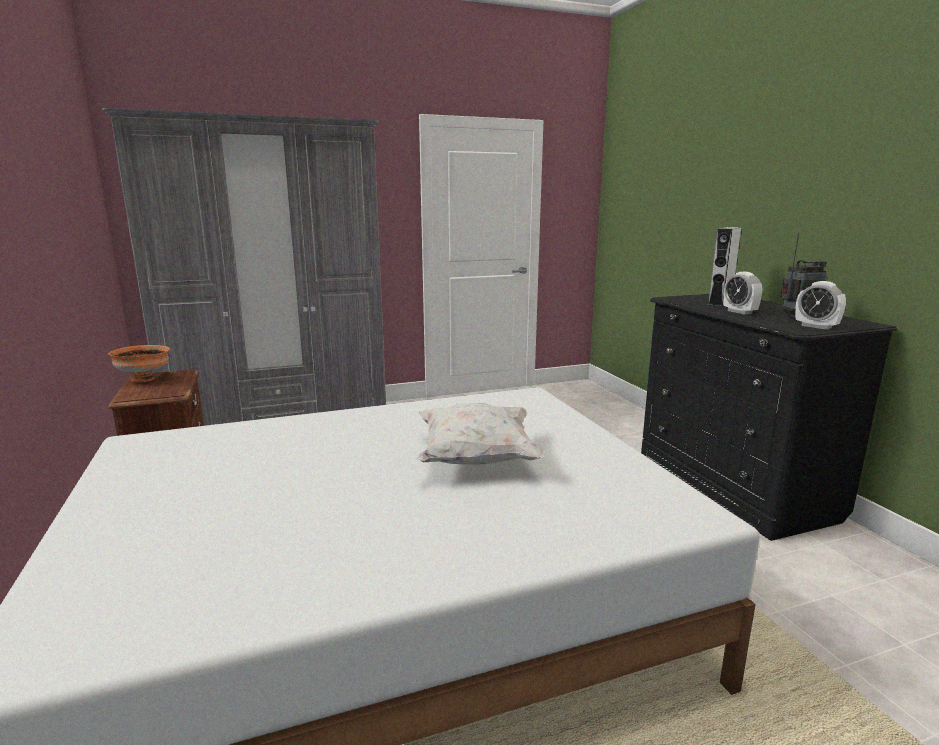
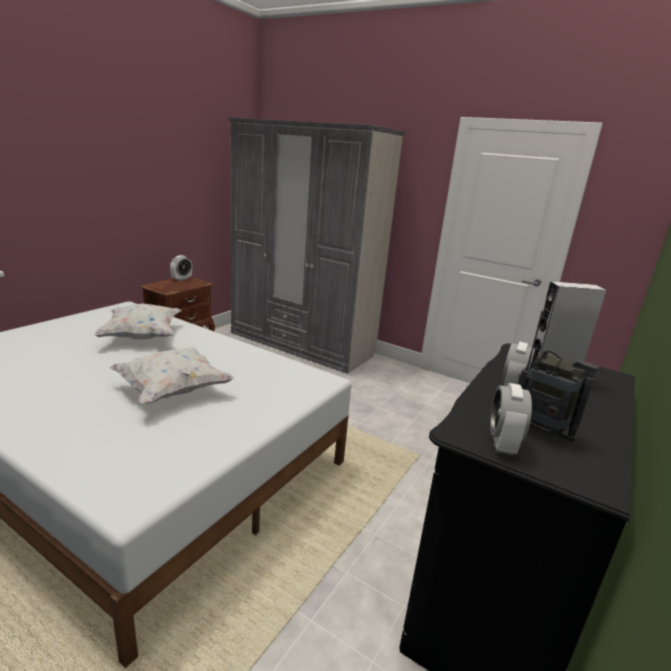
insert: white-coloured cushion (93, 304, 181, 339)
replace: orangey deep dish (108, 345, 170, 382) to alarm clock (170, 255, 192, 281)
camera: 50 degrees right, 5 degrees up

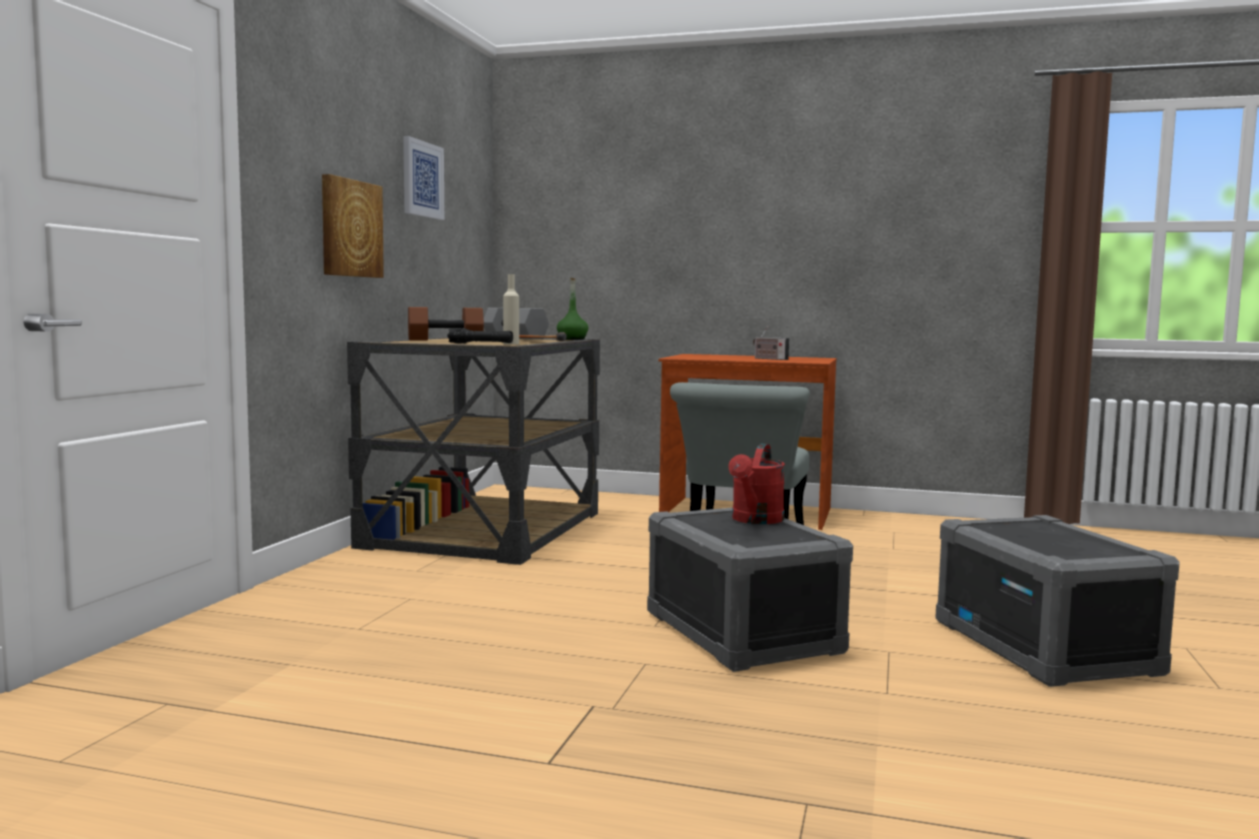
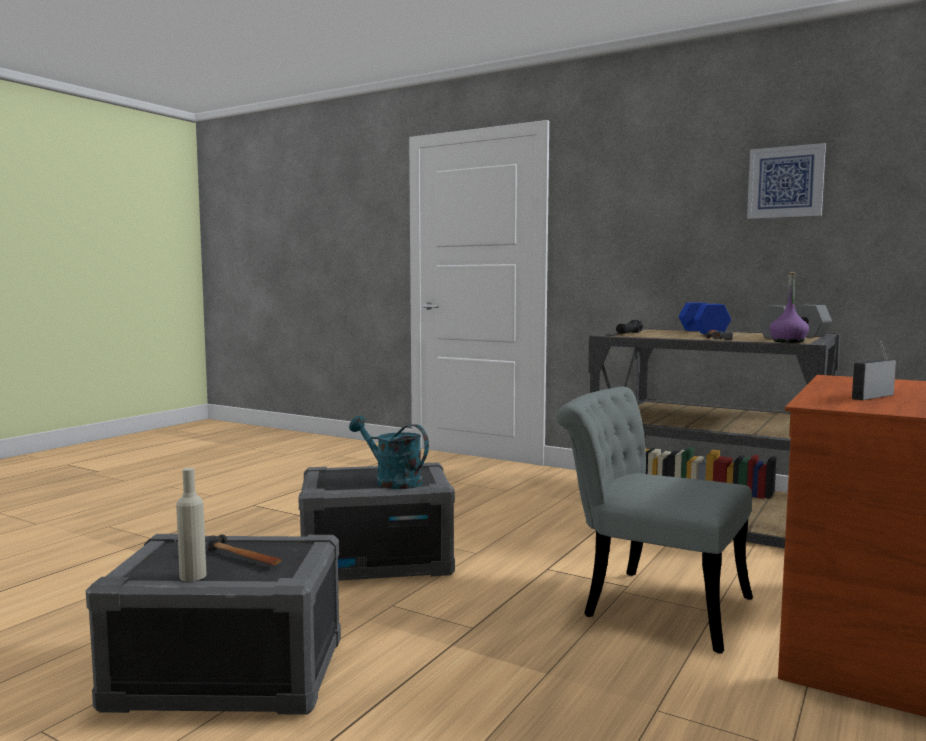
delete: wall picture (322, 174, 384, 278)
insert: hand hammer (205, 535, 282, 565)
move: beige-coloured drink bottle (503, 274, 519, 345) to (176, 468, 206, 581)
recolor: red watering can (728, 443, 785, 524) to turquoise watering can (349, 416, 429, 489); brown-coloured free weight (408, 307, 484, 341) to blue free weight (679, 303, 731, 334); green drink bottle (557, 278, 588, 340) to purplish drink bottle (769, 272, 809, 343)
camera: 105 degrees right, 0 degrees up

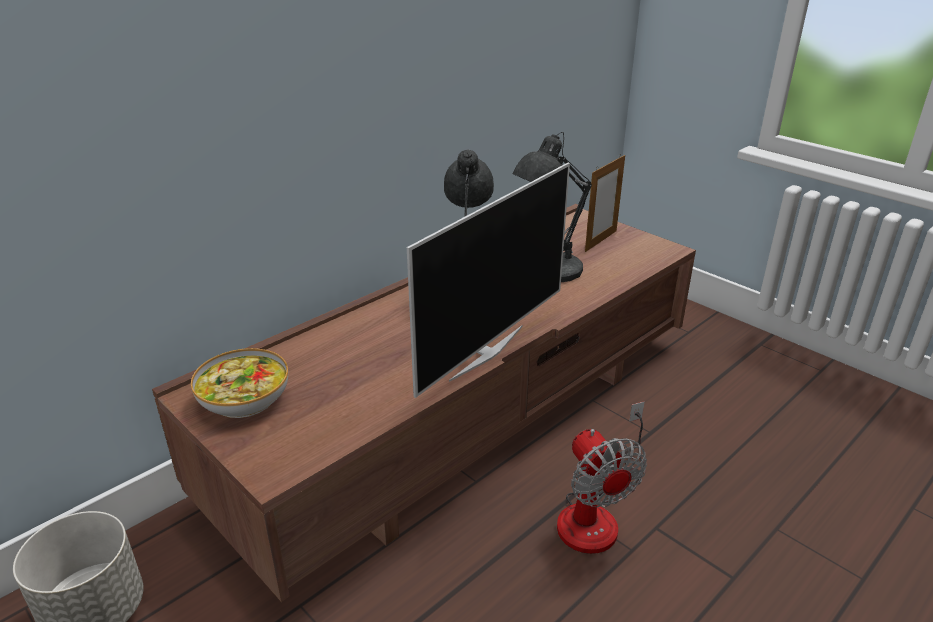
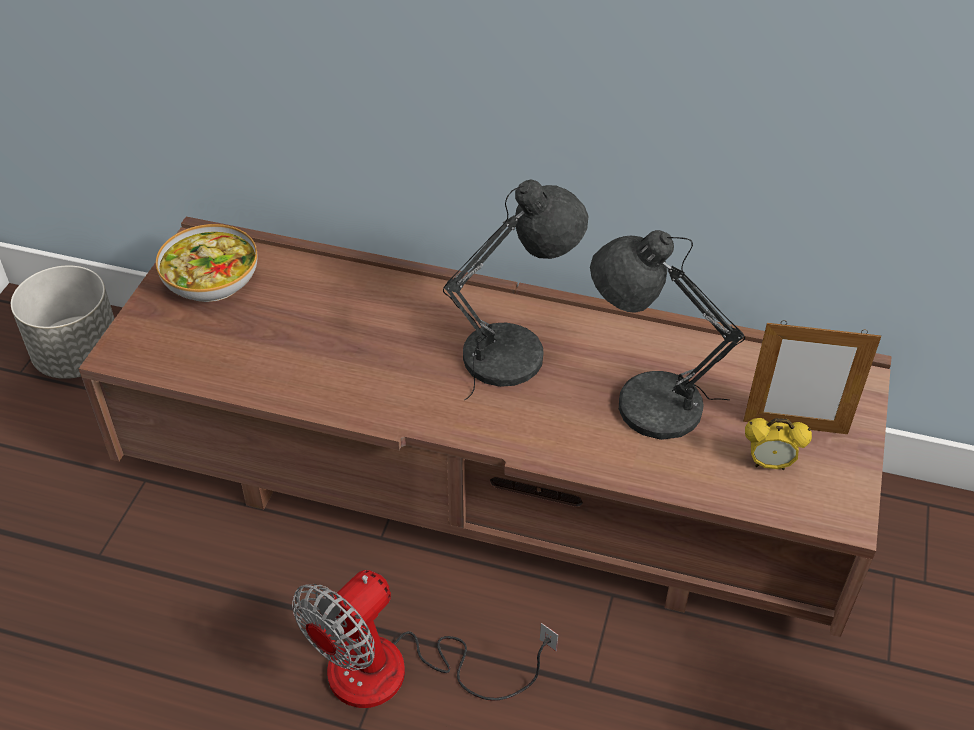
delete: television (407, 163, 570, 398)
insert: alarm clock (745, 418, 812, 470)
camera: 60 degrees right, 15 degrees up

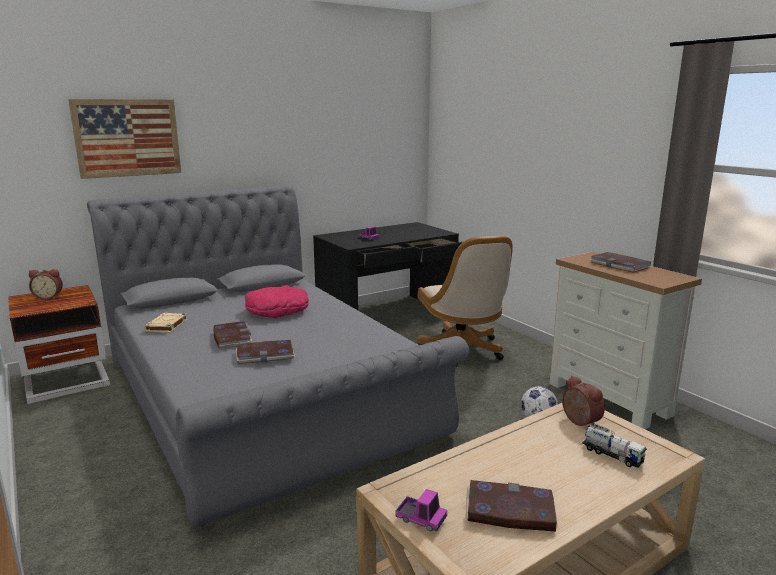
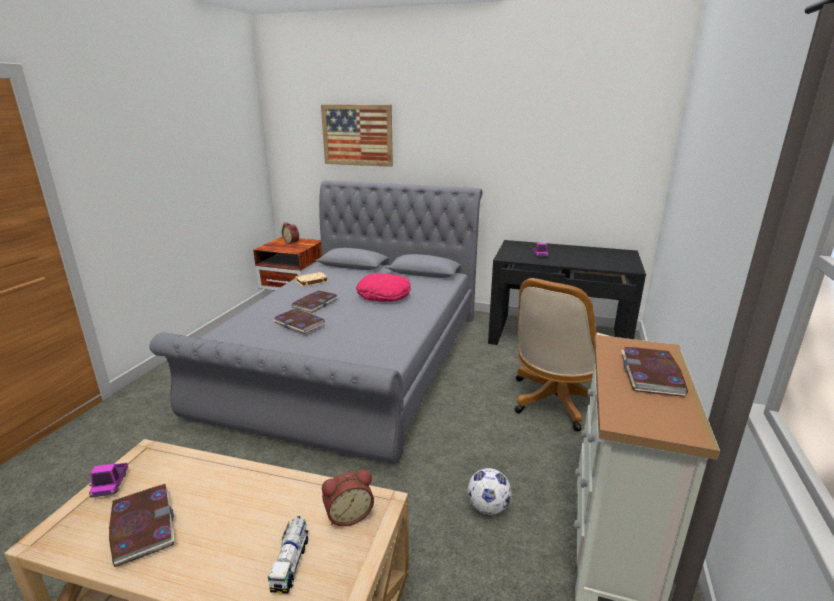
rotate: alarm clock (562, 376, 605, 427) = (322, 470, 374, 526) 45 degrees clockwise
camera: 50 degrees right, 5 degrees up

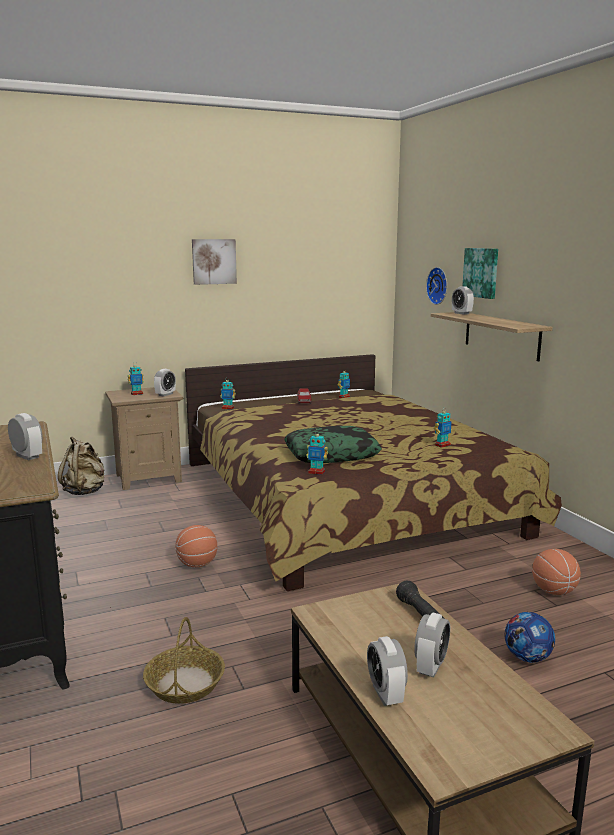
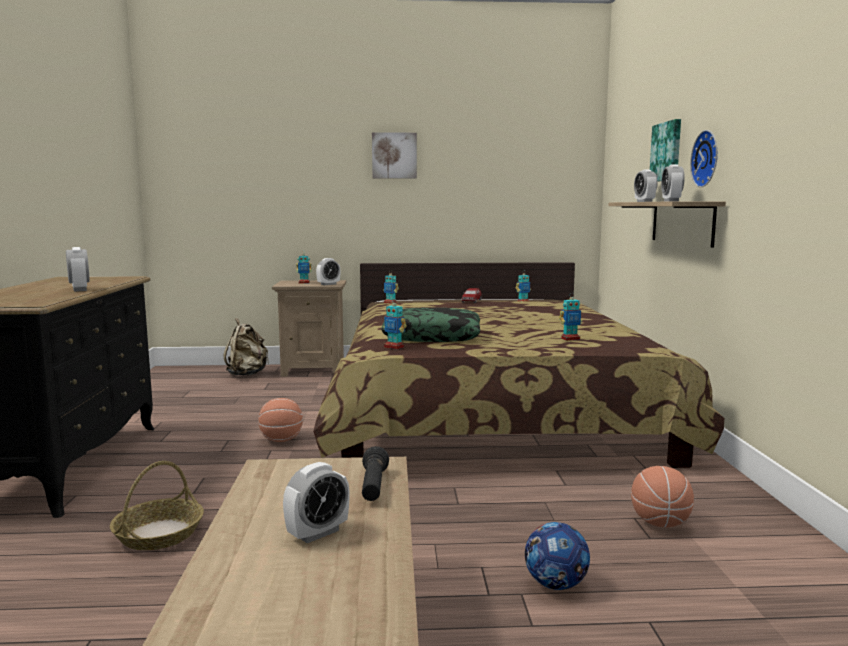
move: alarm clock (367, 636, 408, 706) to (661, 164, 685, 202); hanging clock (426, 267, 447, 305) to (690, 130, 718, 187)
camera: 20 degrees right, 5 degrees down

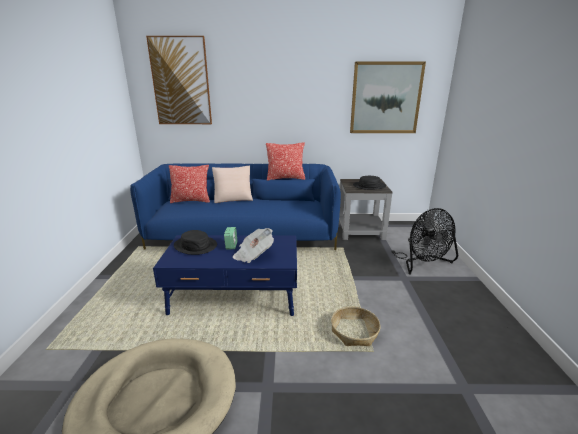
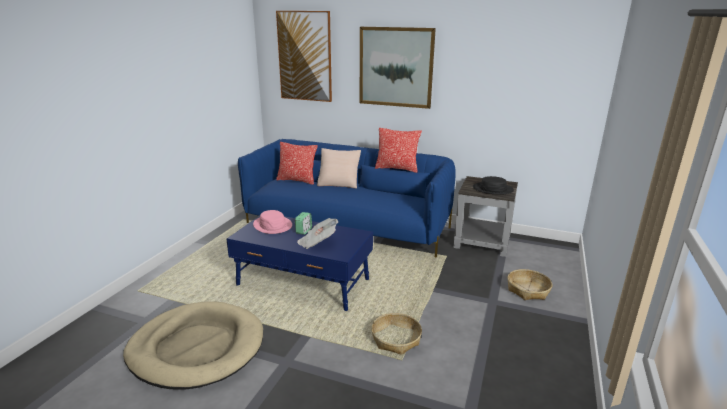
move: wall picture (350, 62, 426, 133) to (360, 27, 436, 109)
replace: blackish cooling fan (392, 208, 458, 274) to household basket (507, 269, 552, 300)
recolor: blackish wearable hat (174, 230, 217, 255) to pink-coloured wearable hat (253, 210, 292, 234)
camera: 20 degrees right, 0 degrees up

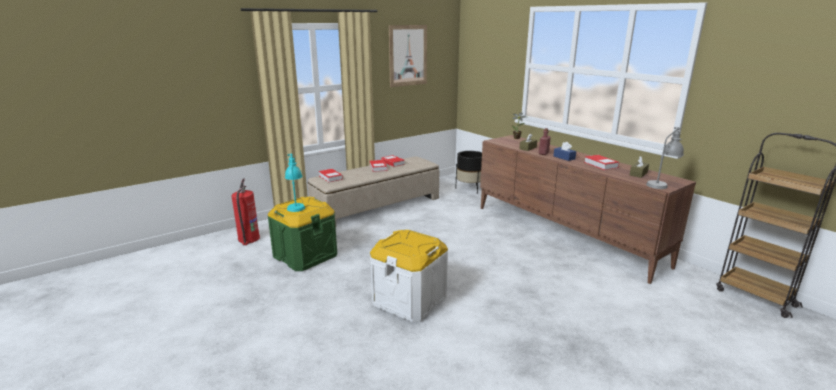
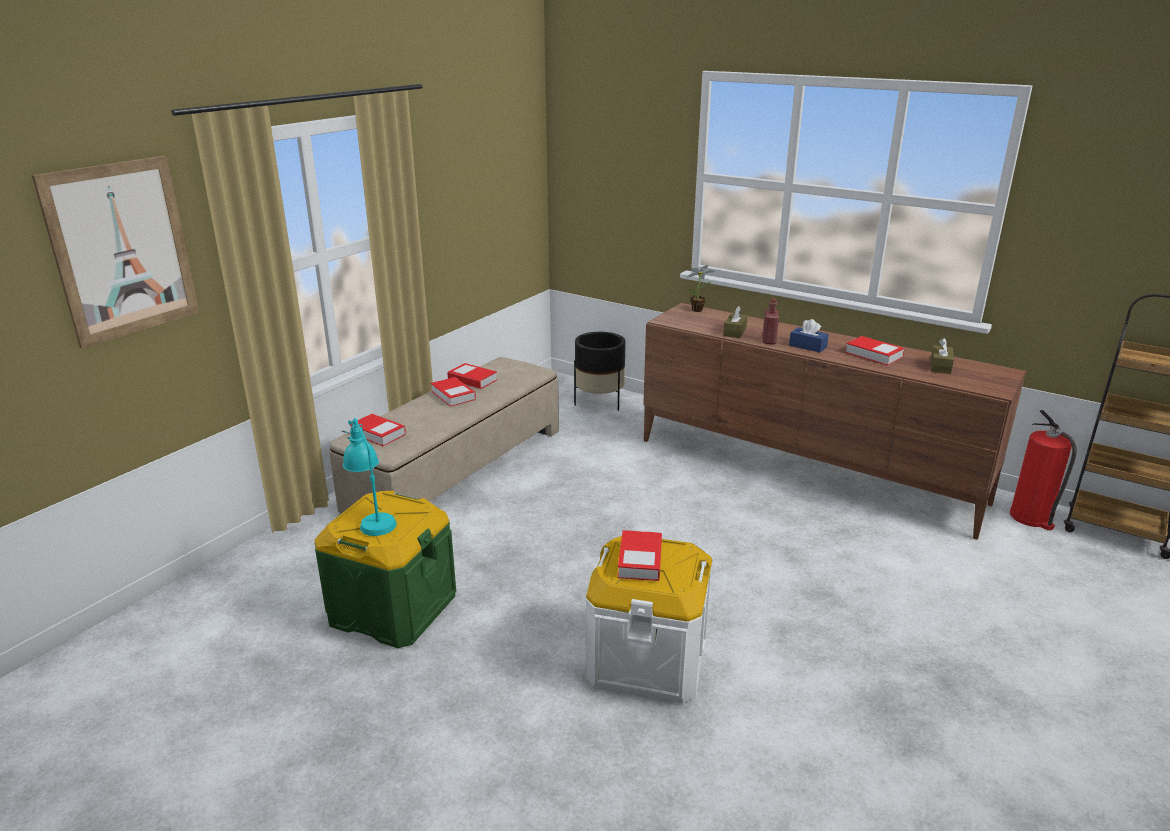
delete: greyish table lamp (646, 127, 684, 189)
insert: book (618, 530, 662, 581)
move: wall picture (389, 25, 427, 87) to (32, 156, 199, 348); extinguisher (231, 178, 260, 245) to (1010, 410, 1077, 530)
camera: 20 degrees left, 5 degrees up

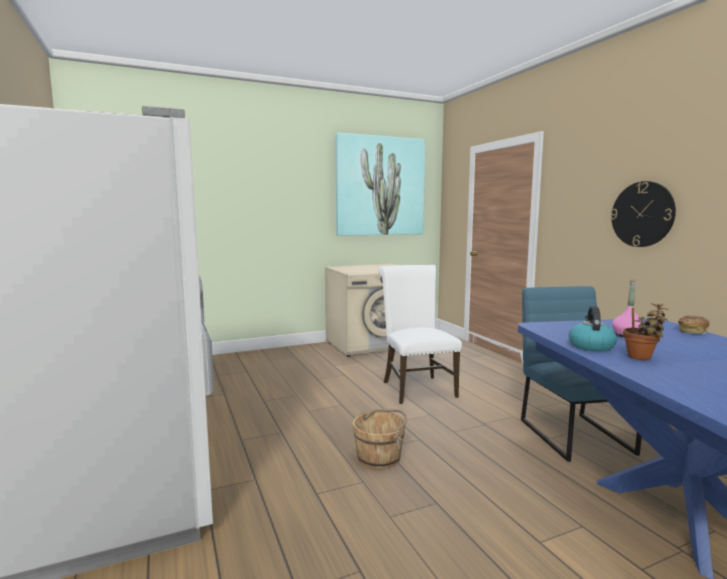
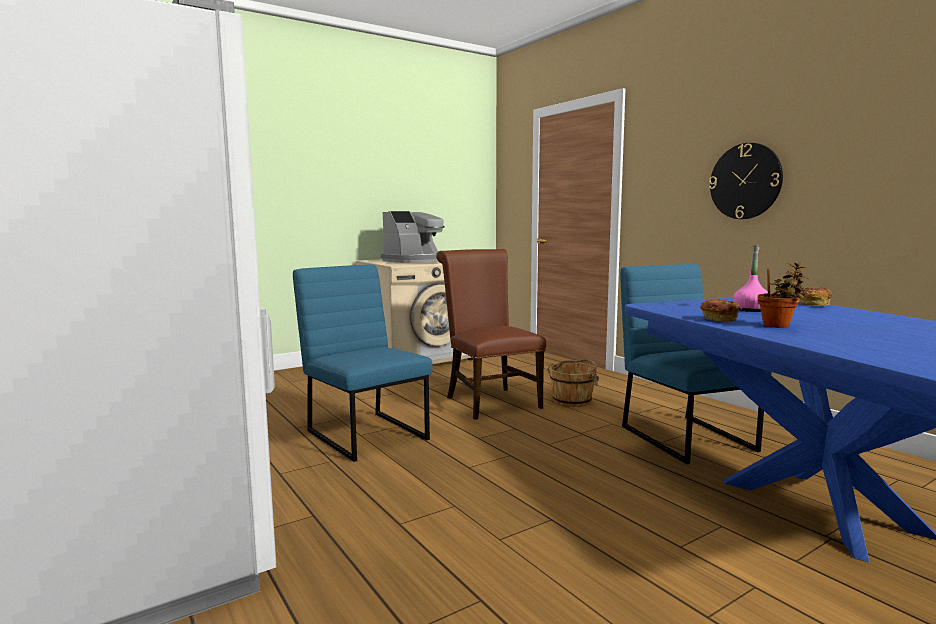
delete: wall picture (335, 133, 426, 236)
insert: blue upright chair (293, 264, 433, 462); coffee machine (381, 211, 445, 263)
move: brown-coloured pail (353, 409, 407, 469) to (547, 359, 600, 407)
replace: kettle (569, 306, 617, 352) to bakery bread (700, 300, 739, 322)
recolor: white-coloured upright chair (378, 265, 462, 404) to brown-coloured upright chair (436, 249, 546, 420)
camera: 10 degrees left, 0 degrees up

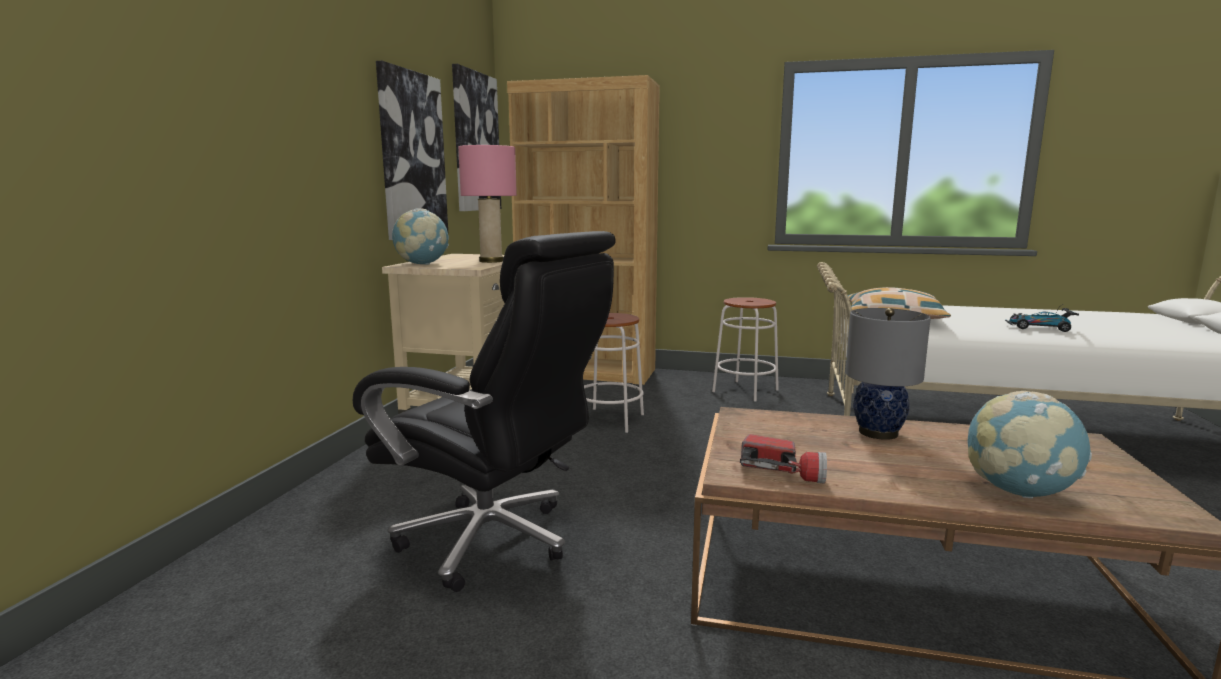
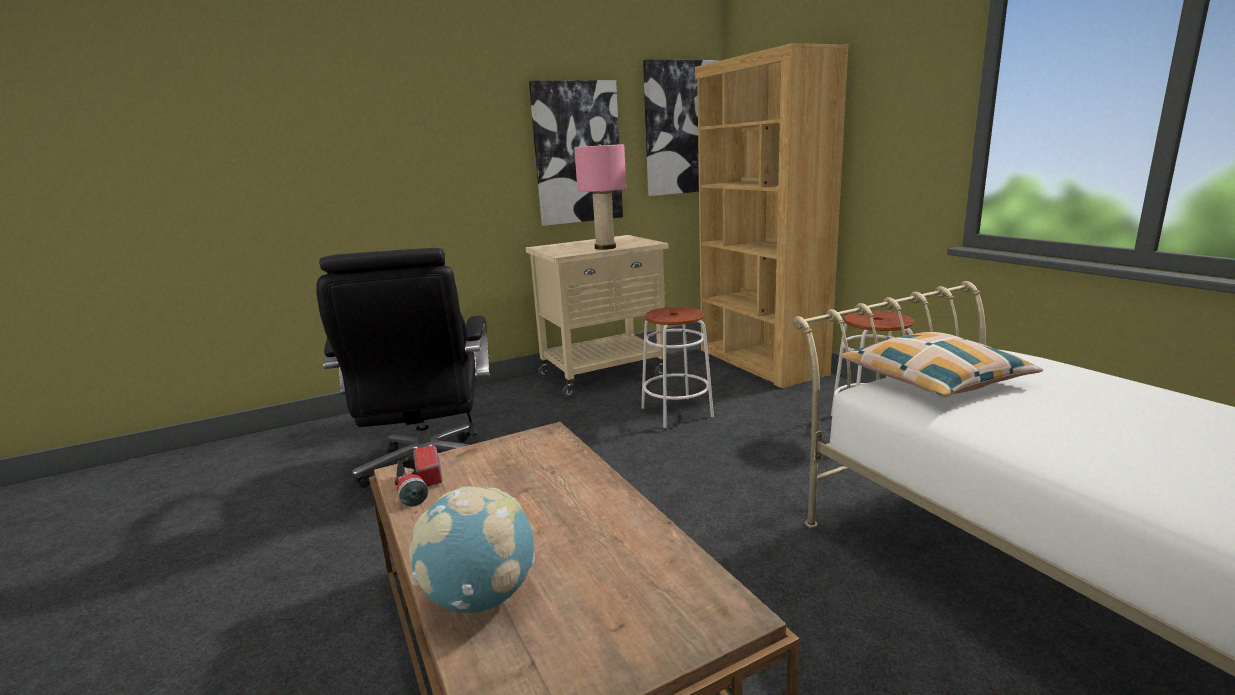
delete: desk globe (392, 209, 449, 265); greyish table lamp (845, 308, 931, 440); model car (1005, 304, 1079, 332)
camera: 50 degrees right, 5 degrees up

